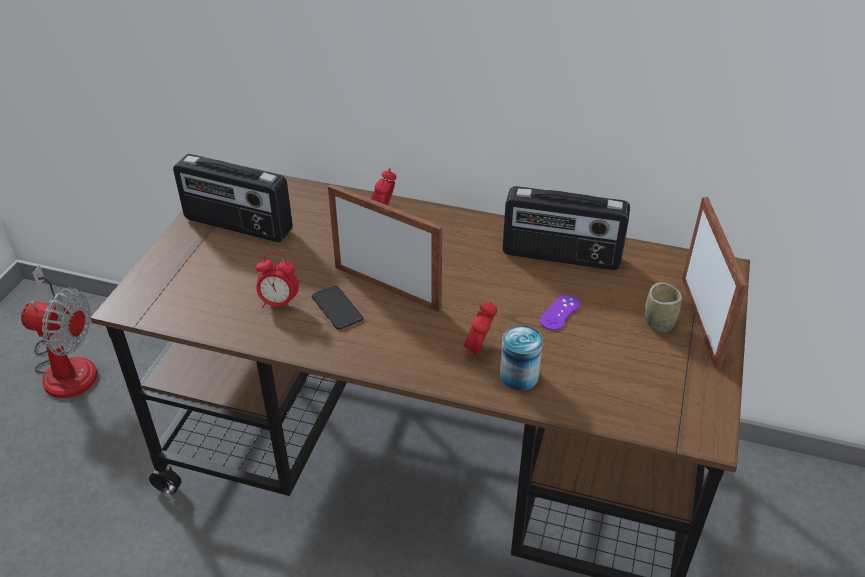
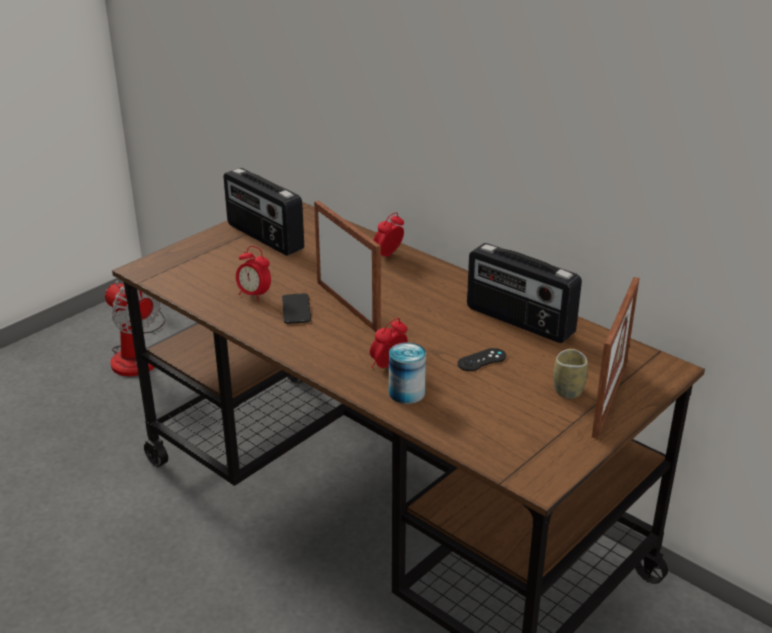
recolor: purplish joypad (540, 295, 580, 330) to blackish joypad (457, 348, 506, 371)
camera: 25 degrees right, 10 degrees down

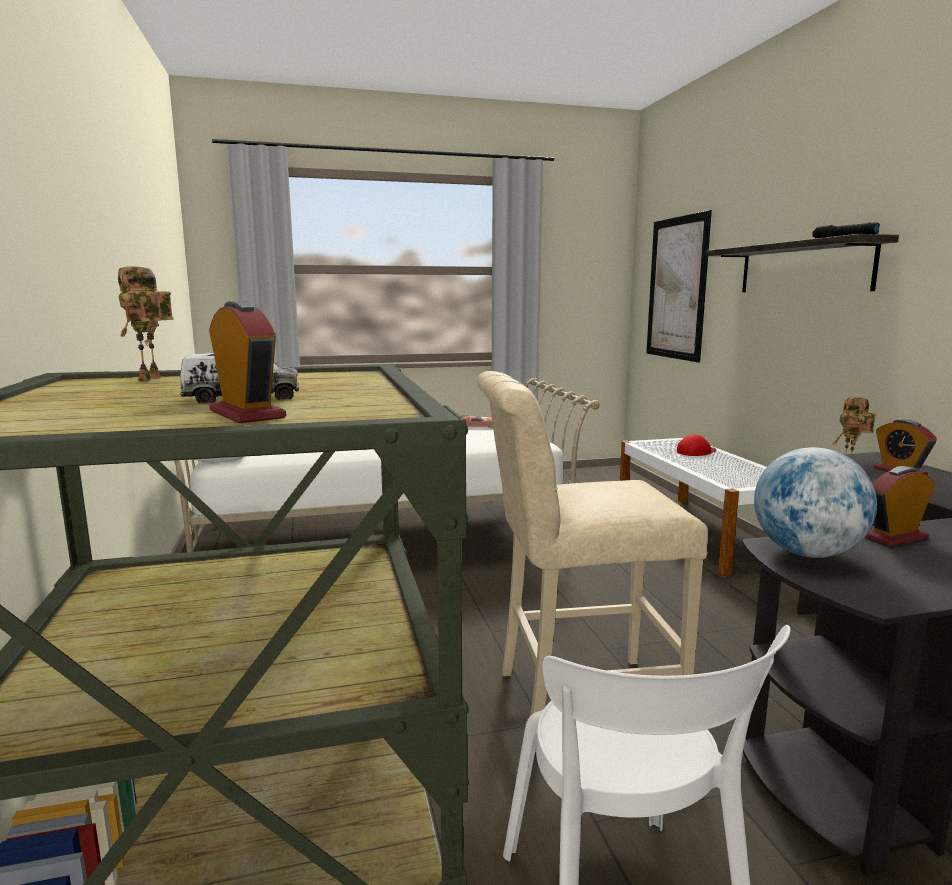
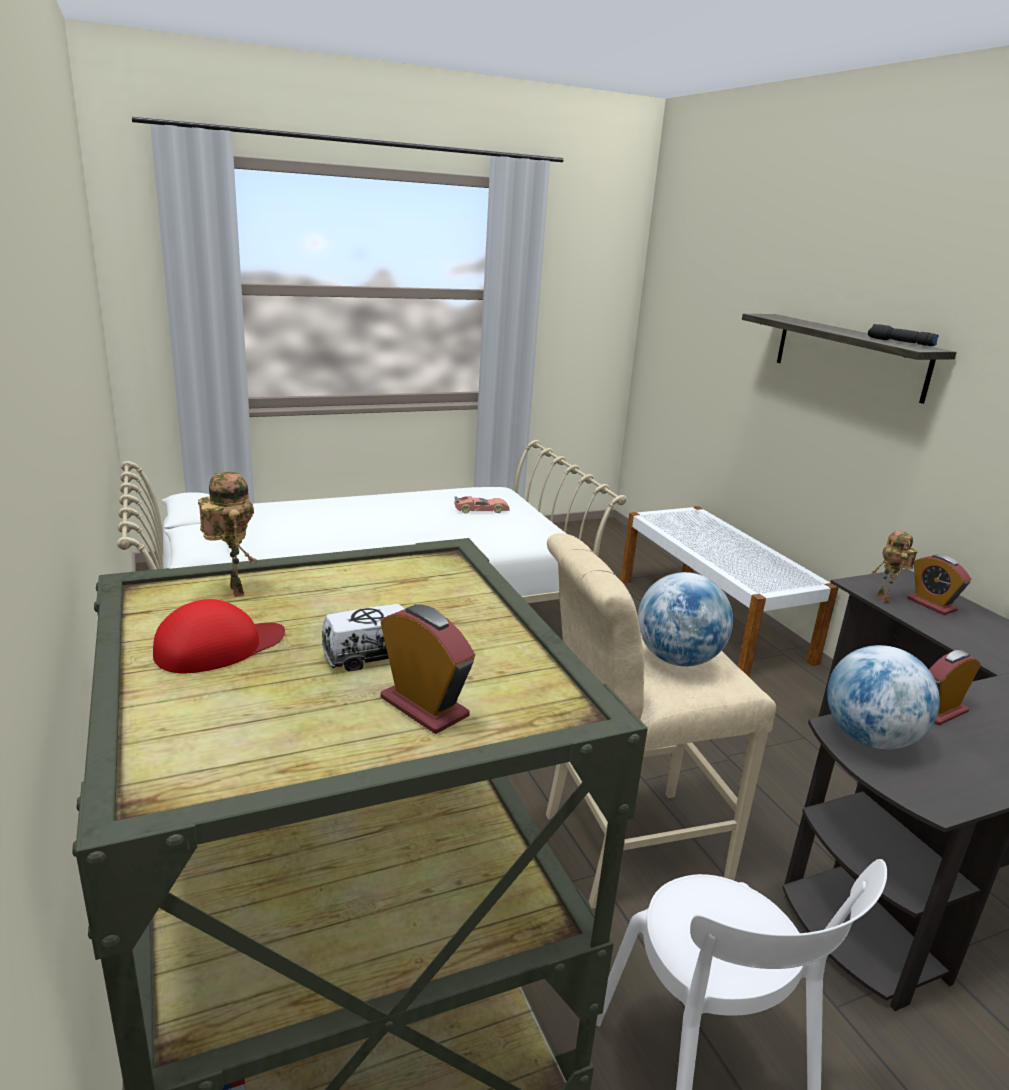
delete: wall picture (646, 210, 712, 363)
insert: desk globe (638, 572, 733, 666)
move: red peaked cap (677, 434, 716, 456) to (153, 599, 285, 674)
rotate: model robot (118, 266, 174, 381) = (198, 472, 258, 597) 150 degrees clockwise
camera: 10 degrees left, 10 degrees up

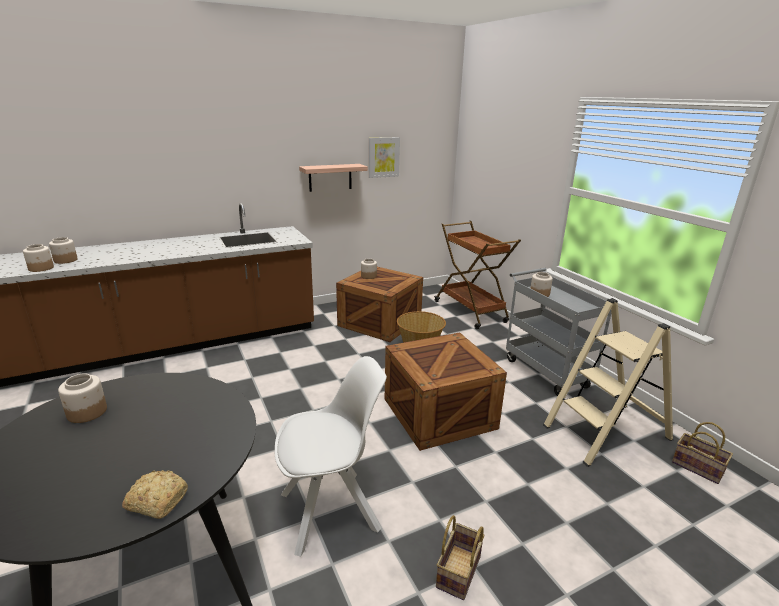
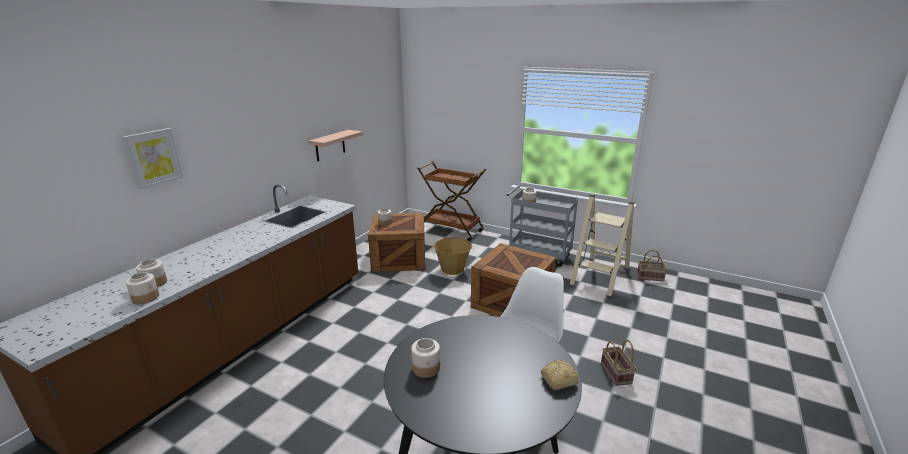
move: wall picture (369, 137, 400, 178) to (122, 128, 183, 190)
camera: 35 degrees left, 0 degrees up

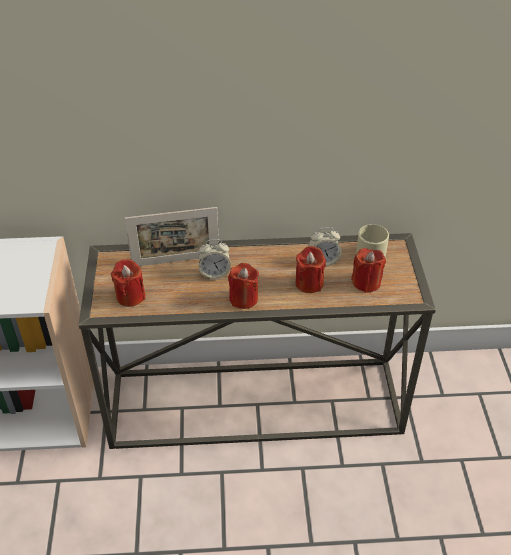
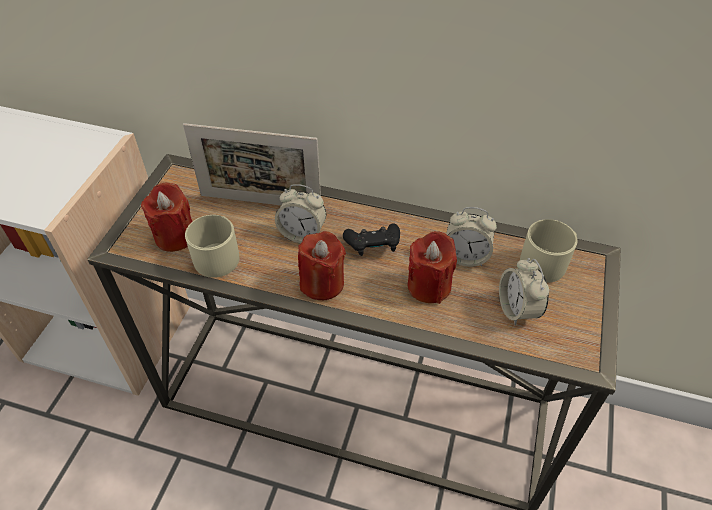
insert: beige-coloured tea mug (185, 215, 239, 278); blackish joypad (343, 223, 400, 256)
replace: red wax candle (351, 248, 386, 293) to alarm clock (499, 258, 549, 326)
camera: 20 degrees right, 5 degrees up

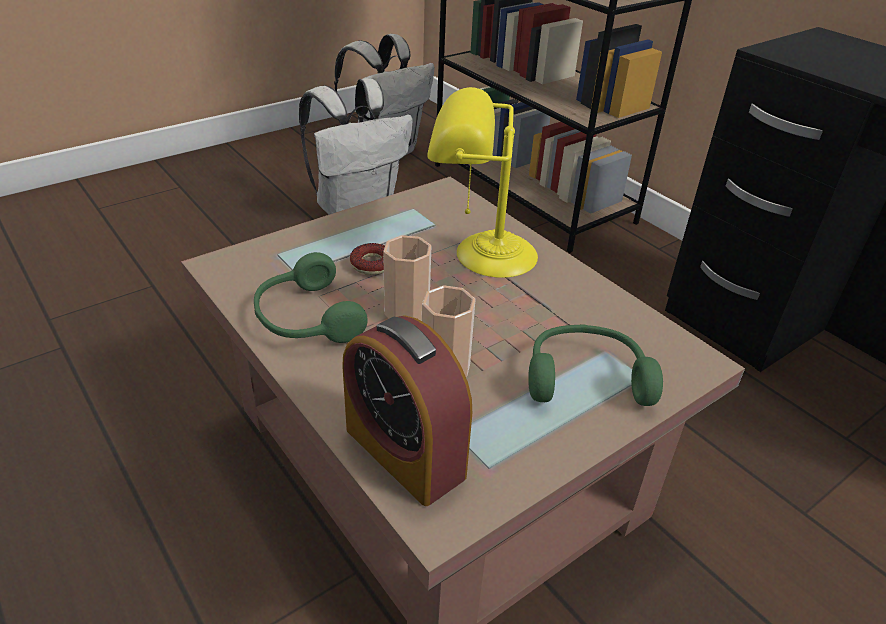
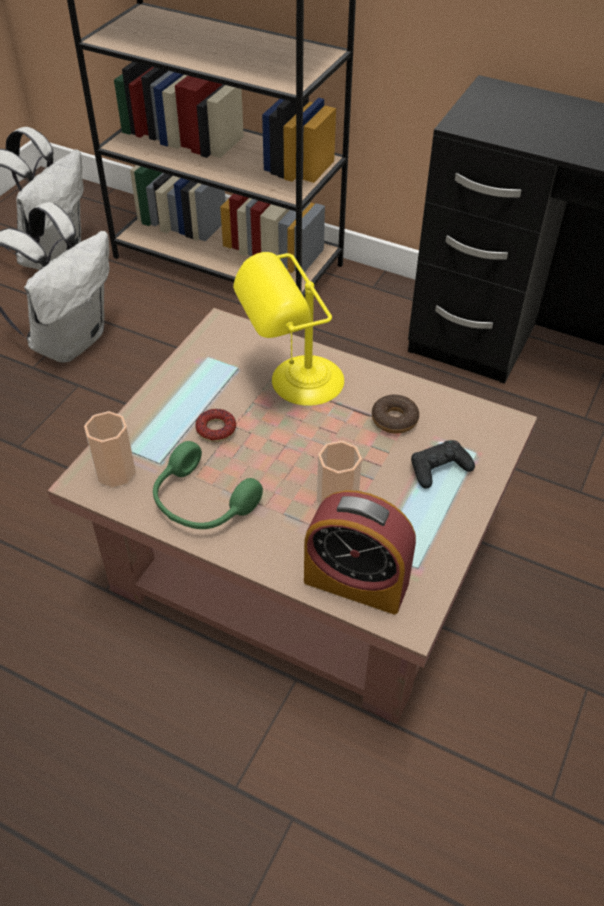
insert: donut (372, 395, 419, 434)
move: cup (383, 235, 431, 321) to (84, 411, 136, 487)
replace: green headphones (528, 324, 663, 406) to blackish joypad (411, 440, 475, 489)
camera: 25 degrees left, 10 degrees up

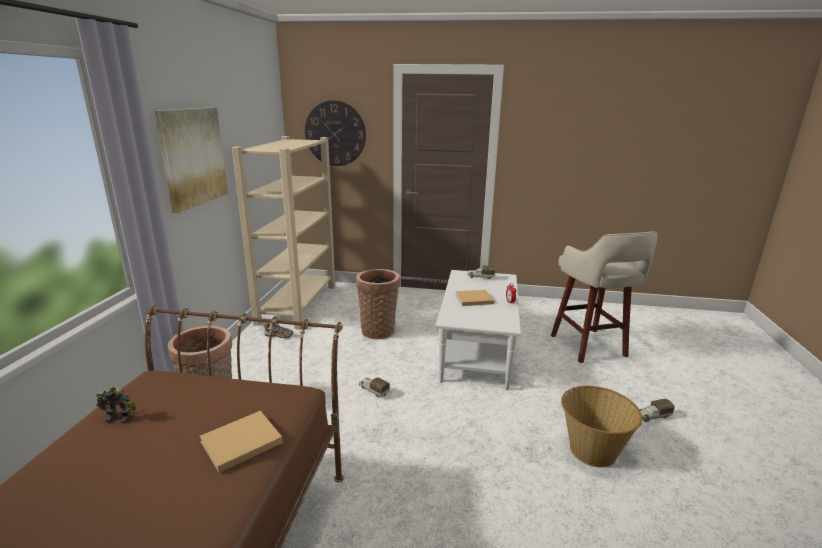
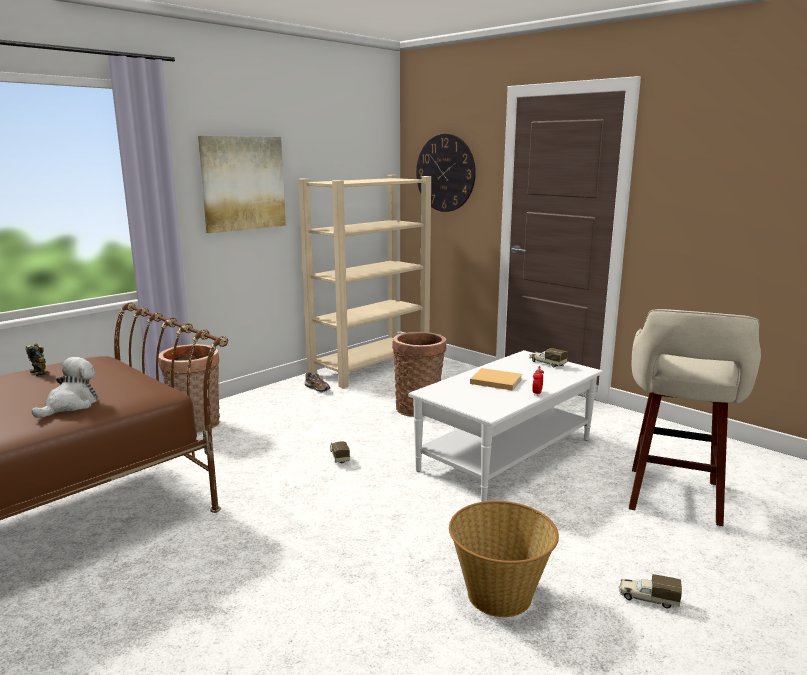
replace: beige-coloured book (200, 411, 283, 473) to plush toy (32, 357, 97, 418)
camera: 35 degrees right, 5 degrees down

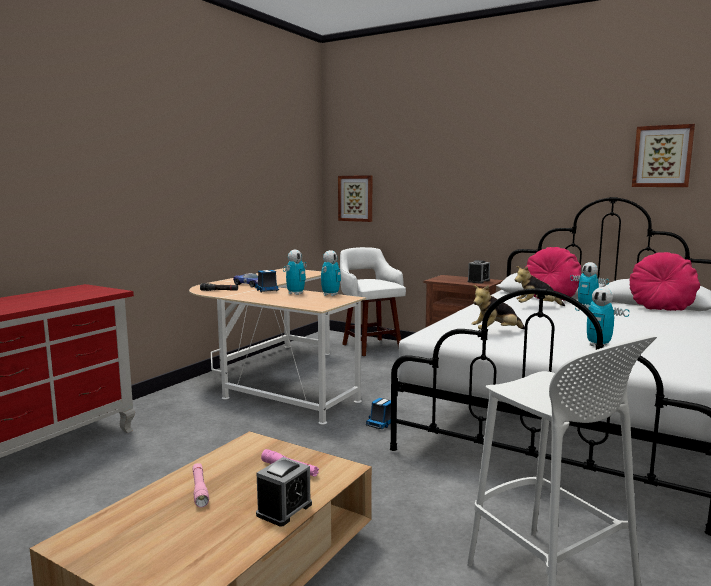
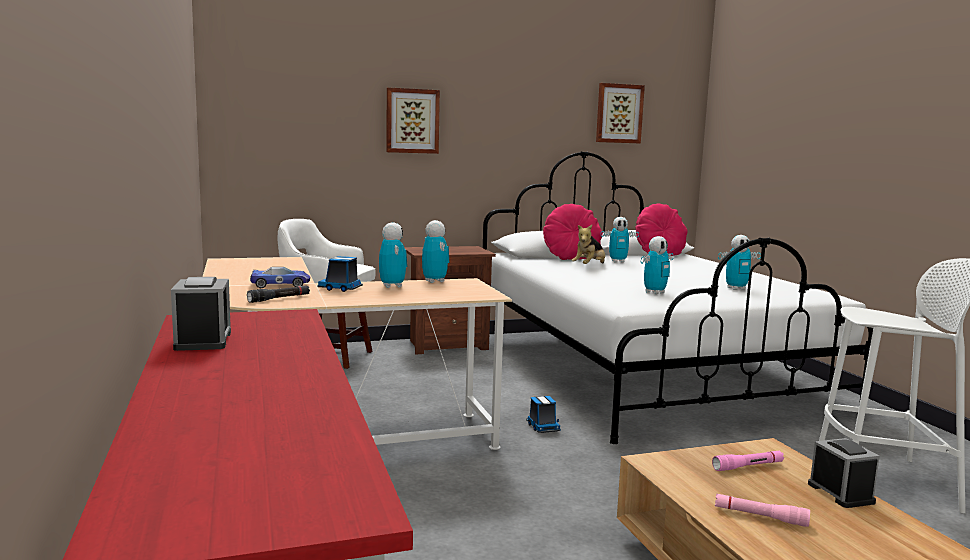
move: alarm clock (468, 260, 490, 284) to (171, 277, 231, 351); wall picture (338, 175, 372, 222) to (386, 87, 440, 154)
replace: plush toy (472, 285, 525, 330) to model robot (641, 236, 673, 294)
camera: 50 degrees left, 0 degrees up

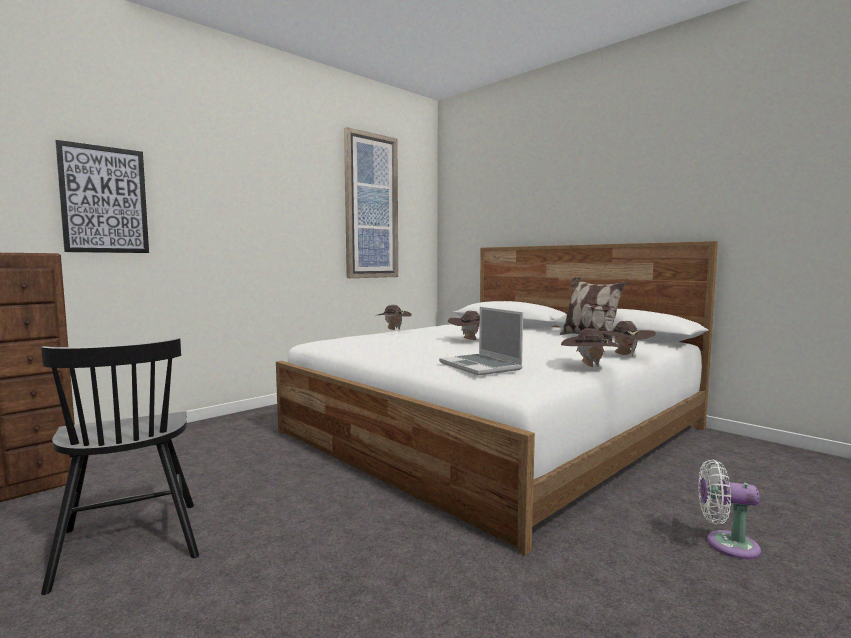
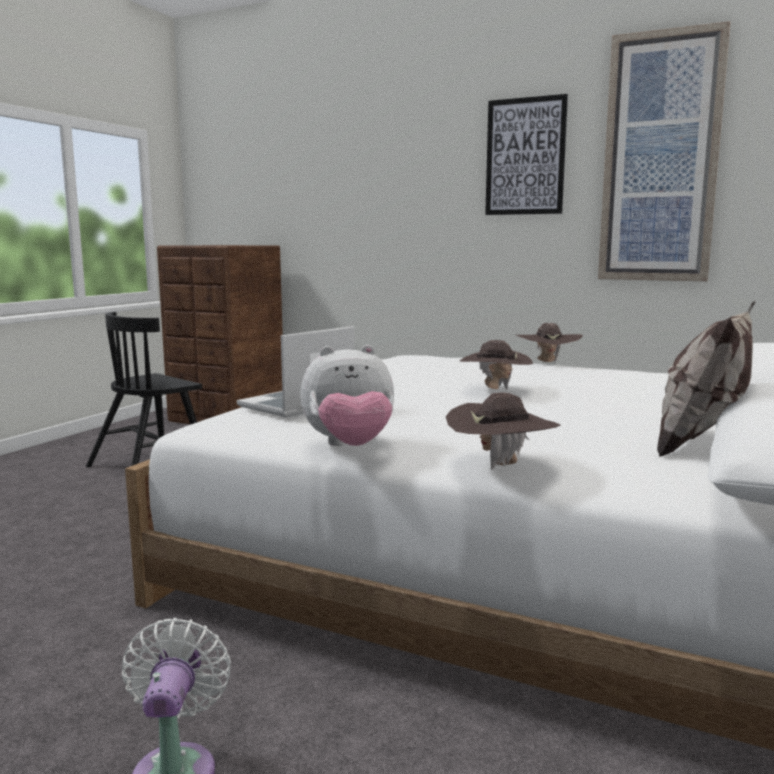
move: wall picture (55, 140, 149, 253) to (485, 94, 568, 215)
replace: brown-coloured wearable hat (561, 328, 621, 367) to plush toy (300, 345, 394, 446)
camera: 70 degrees right, 5 degrees up

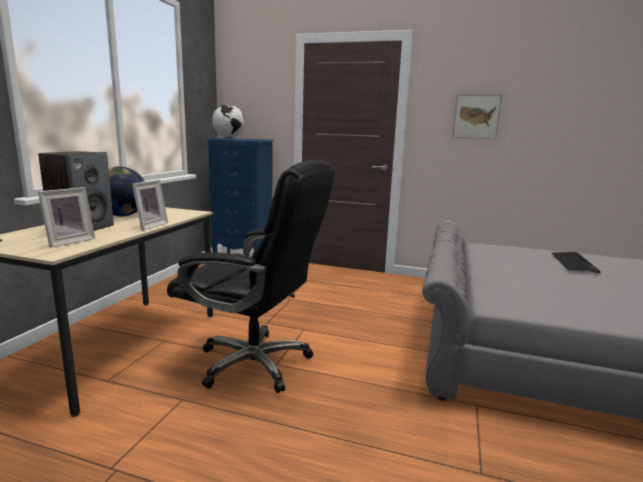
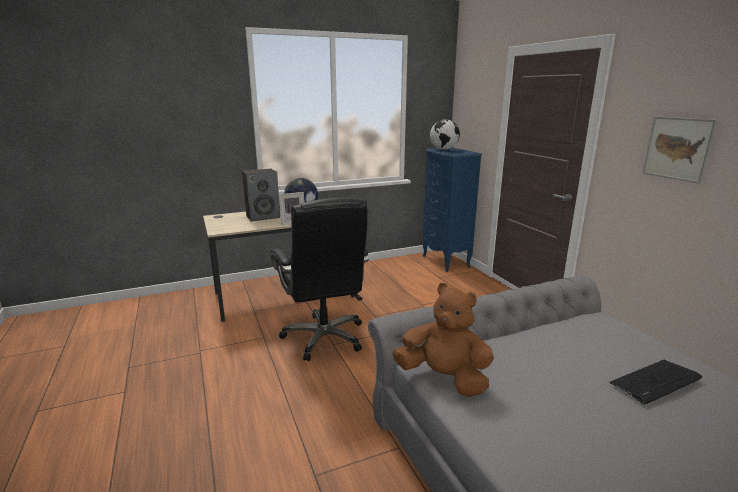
delete: picture frame (38, 187, 95, 248)
insert: brown-coloured plush toy (392, 283, 494, 397)
camera: 50 degrees right, 5 degrees up

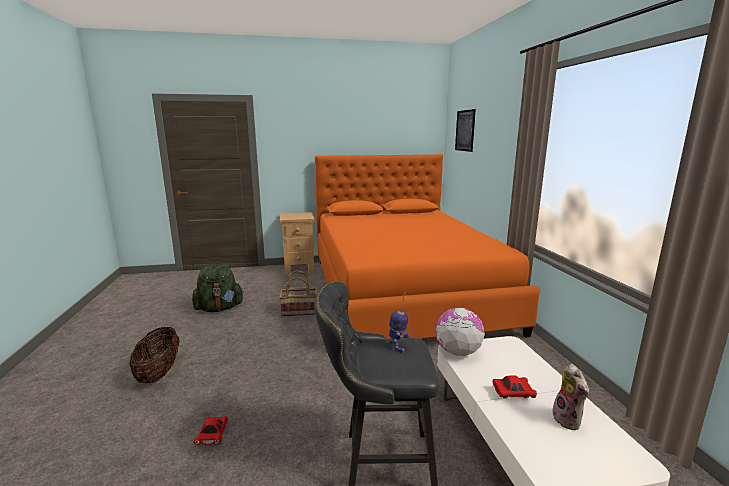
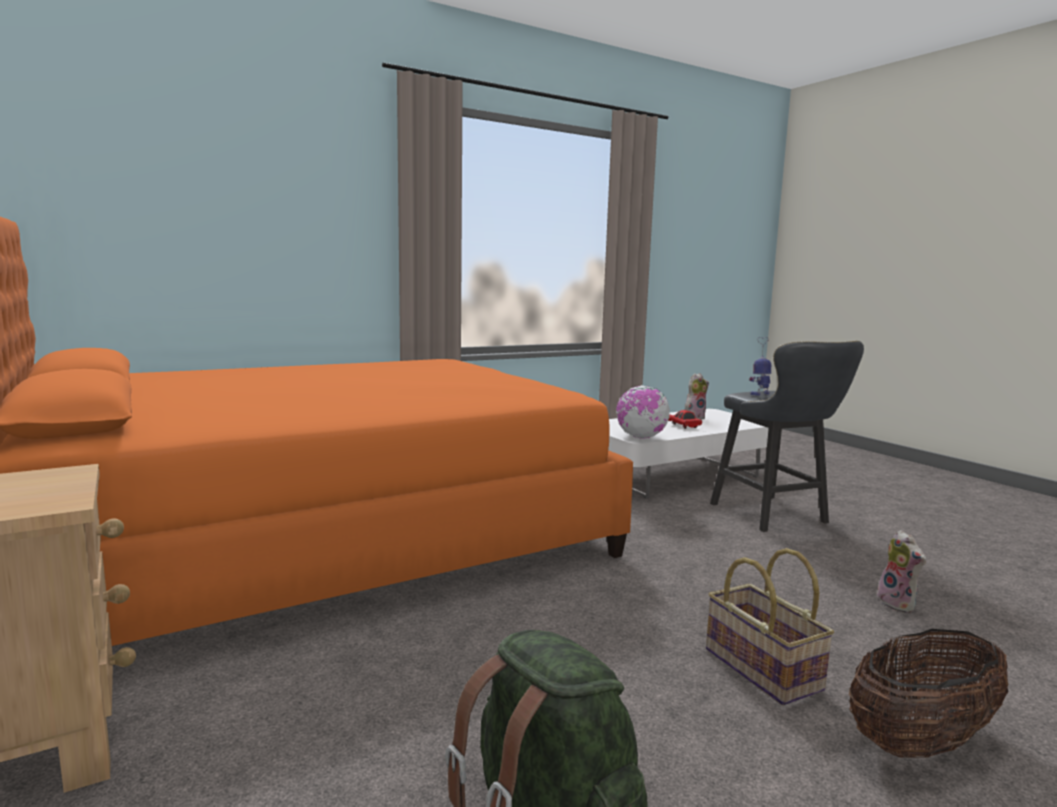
delete: wall picture (455, 109, 476, 152)
move: household basket (279, 270, 317, 316) to (706, 548, 834, 705)
replace: red model car (194, 416, 228, 445) to plush toy (877, 530, 926, 613)
camera: 110 degrees left, 5 degrees down

